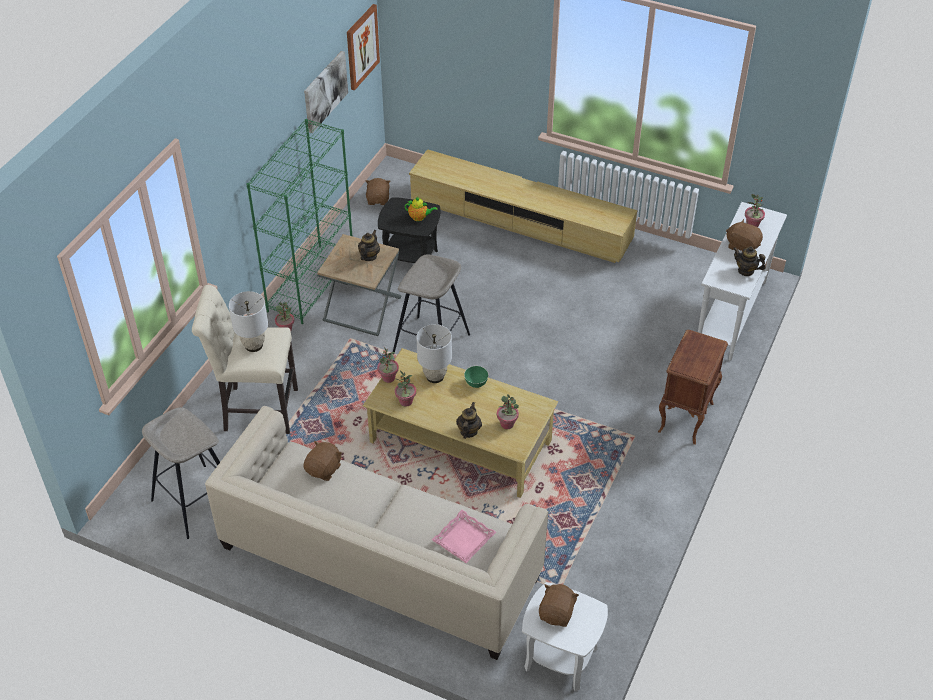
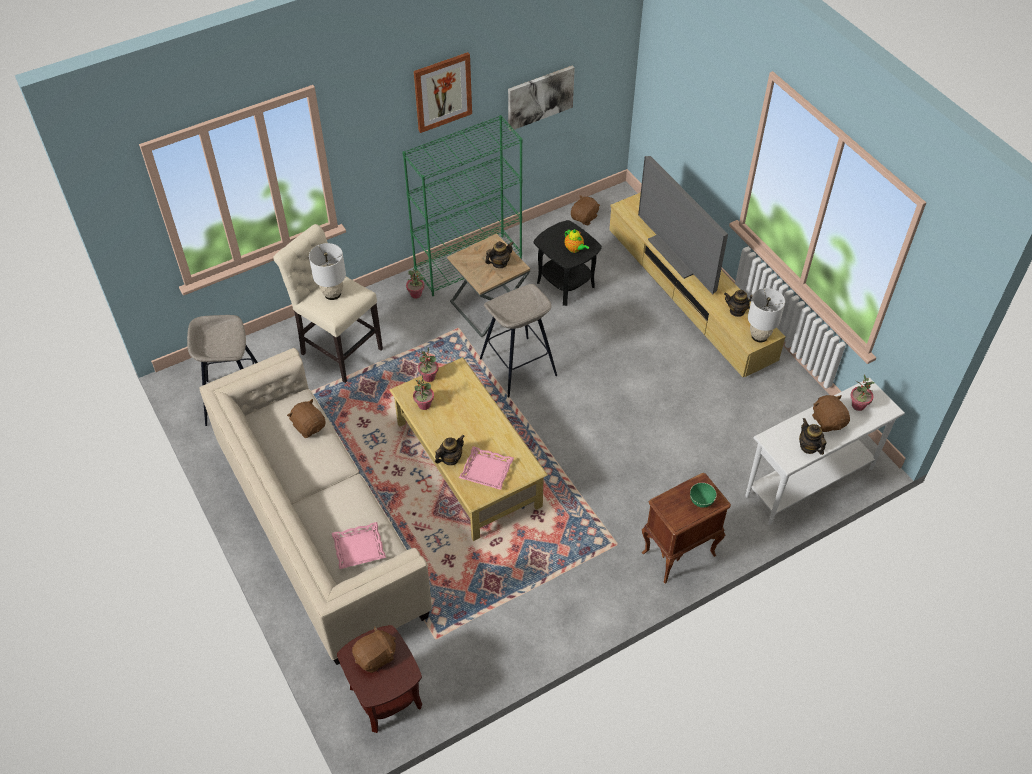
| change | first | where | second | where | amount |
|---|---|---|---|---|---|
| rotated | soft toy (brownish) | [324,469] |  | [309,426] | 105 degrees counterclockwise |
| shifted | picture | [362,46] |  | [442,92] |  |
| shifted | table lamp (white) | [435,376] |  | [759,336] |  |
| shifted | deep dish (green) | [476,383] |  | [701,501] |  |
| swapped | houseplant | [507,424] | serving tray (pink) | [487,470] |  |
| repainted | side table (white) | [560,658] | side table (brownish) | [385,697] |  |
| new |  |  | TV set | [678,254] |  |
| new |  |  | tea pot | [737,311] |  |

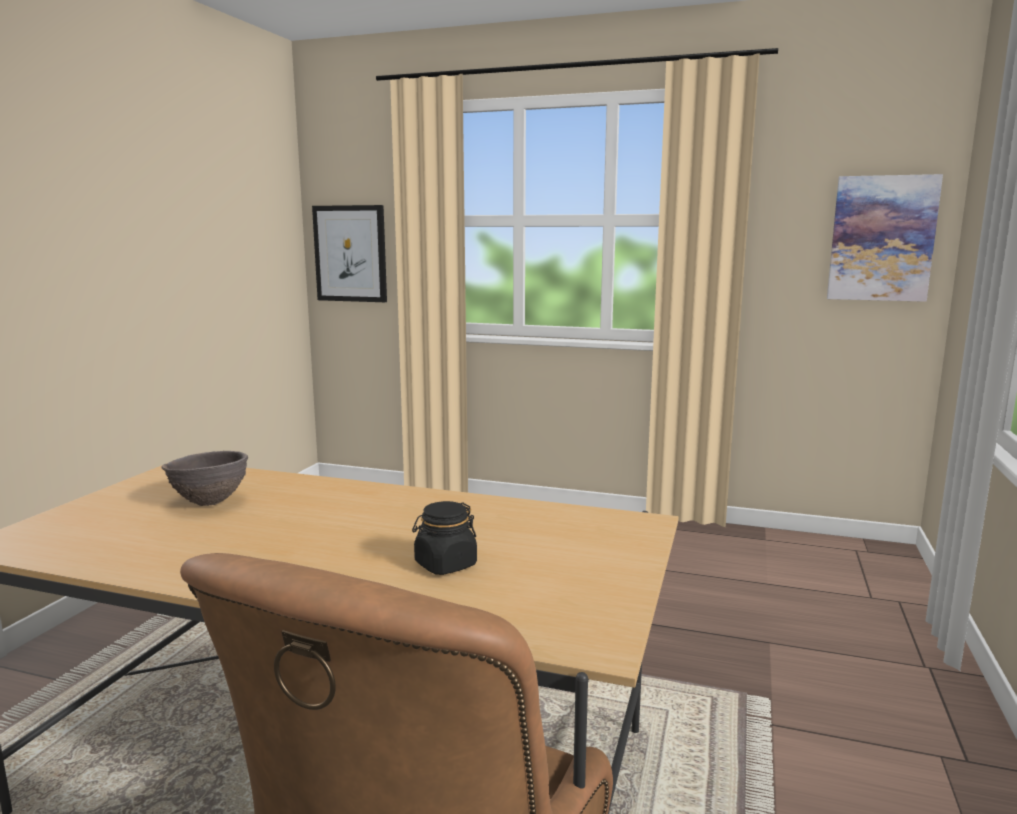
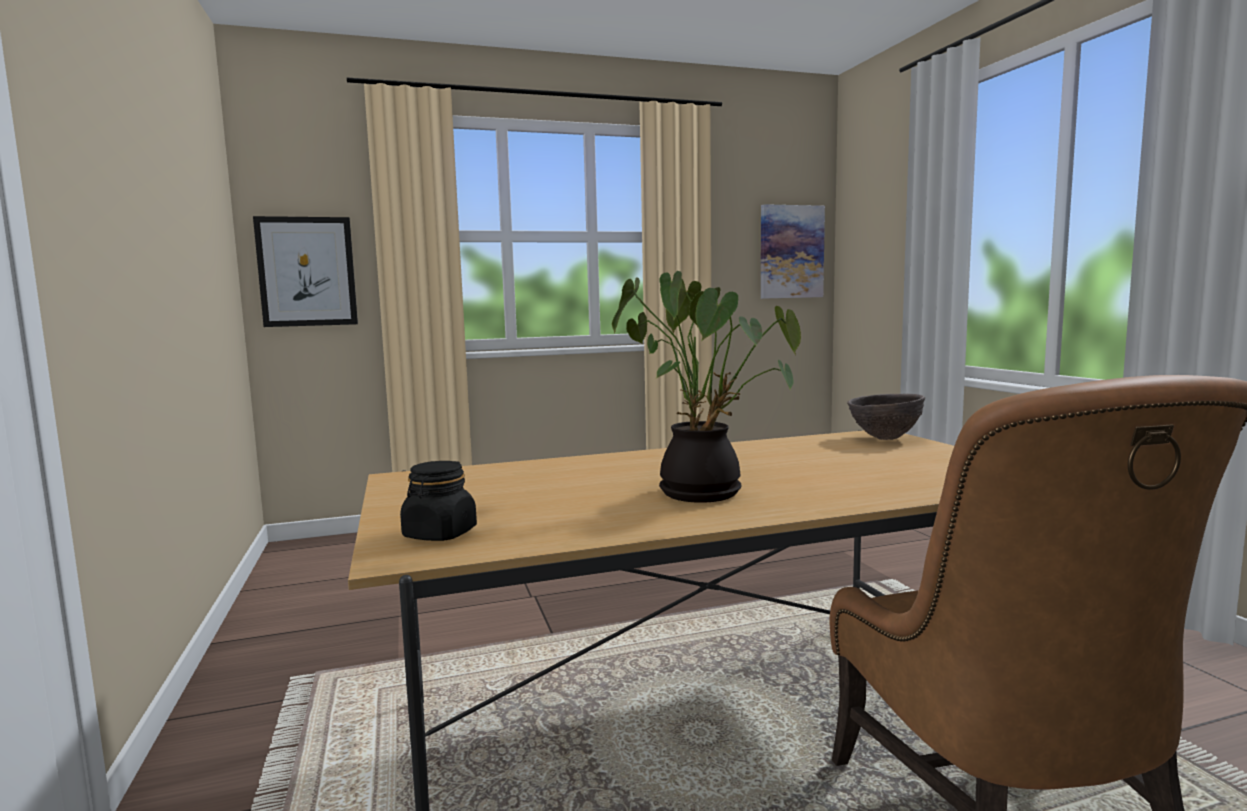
| change | first | where | second | where | amount |
|---|---|---|---|---|---|
| shifted | deep dish (brownish) | [210,503] |  | [884,439] |  |
| shifted | jar (black-coloured) | [445,565] |  | [440,534] |  |
| new |  |  | houseplant | [705,491] |  |

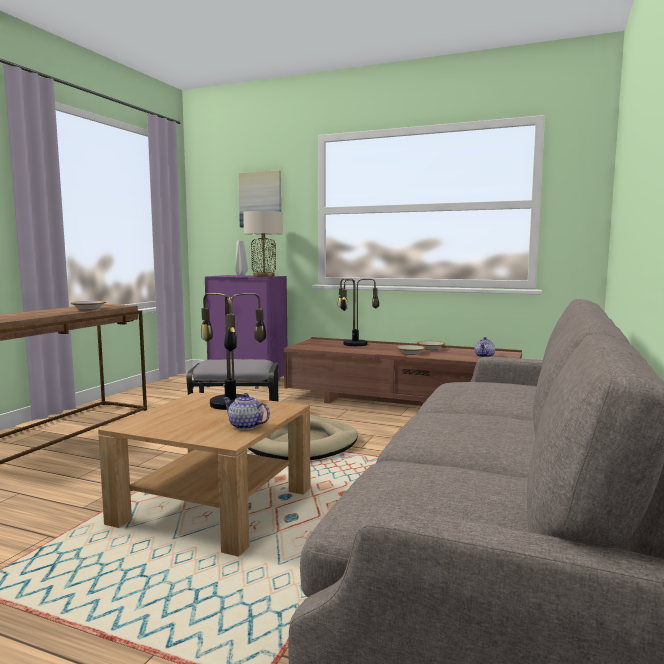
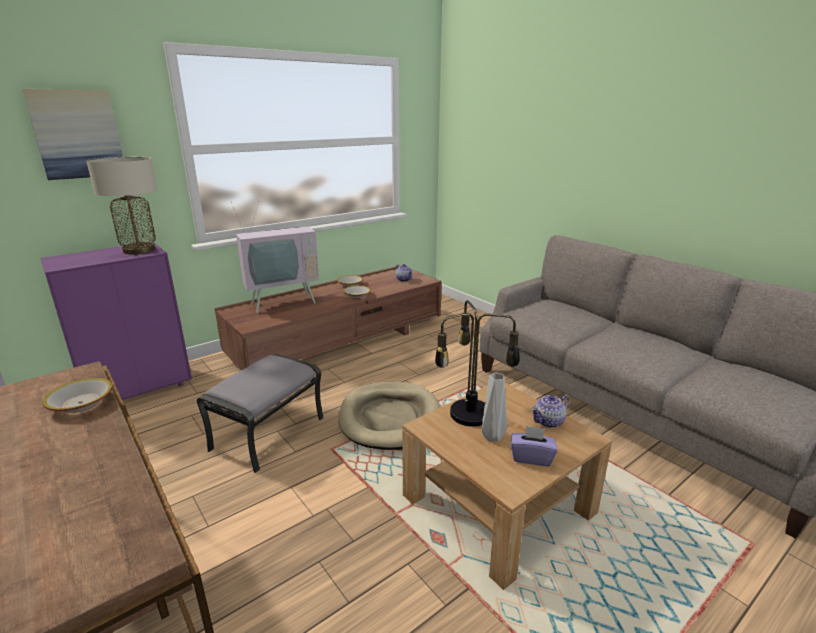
| change | first | where | second | where | amount |
|---|---|---|---|---|---|
| shifted | decorative vase (grey) | [241,275] |  | [491,436] |  |
| swapped | table lamp | [355,344] | TV set | [282,301] |  |
| new |  |  | tissue box (purple-coloured) | [531,457] |  |

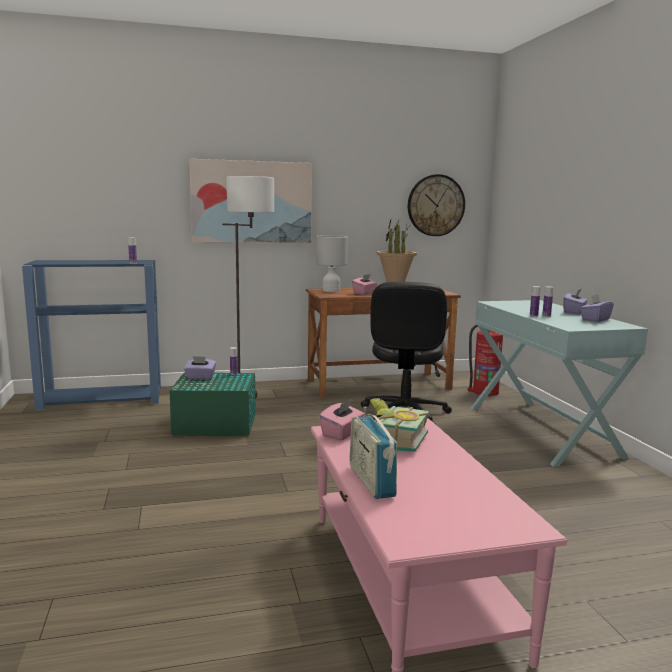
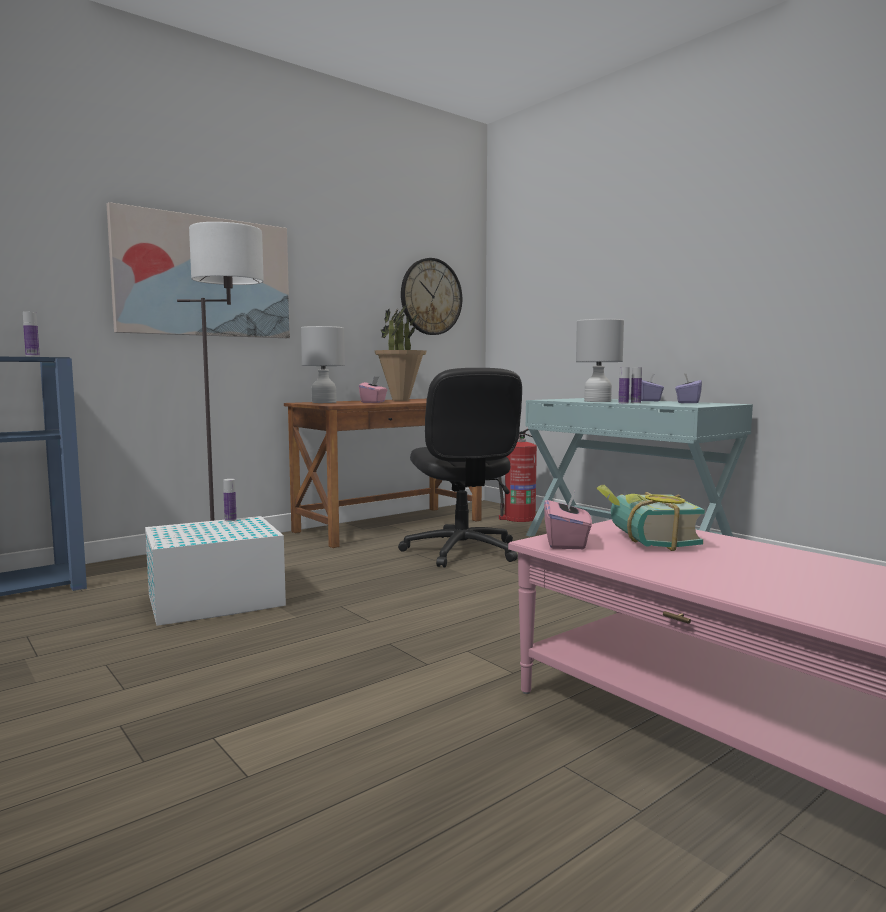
| change | first | where | second | where | amount |
|---|---|---|---|---|---|
| repainted | storage bin (green) | [214,424] | storage bin (white) | [213,600] |  |
| gone | tissue box (purple-coloured) | [200,377] |  |  |  |
| gone | radio | [371,481] |  |  |  |
| new |  |  | table lamp (grey) | [597,401] |  |

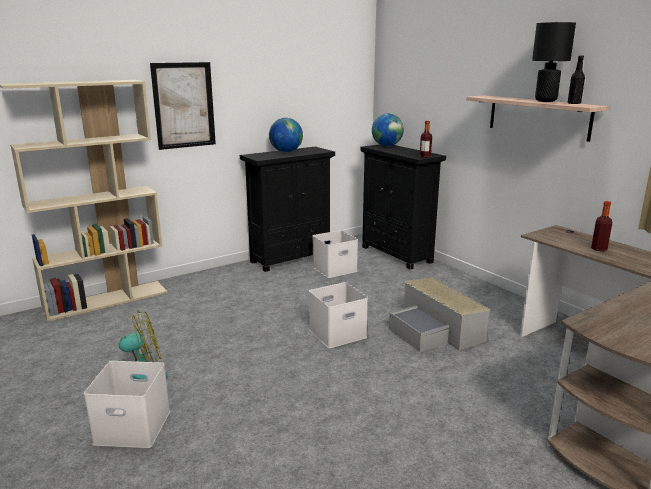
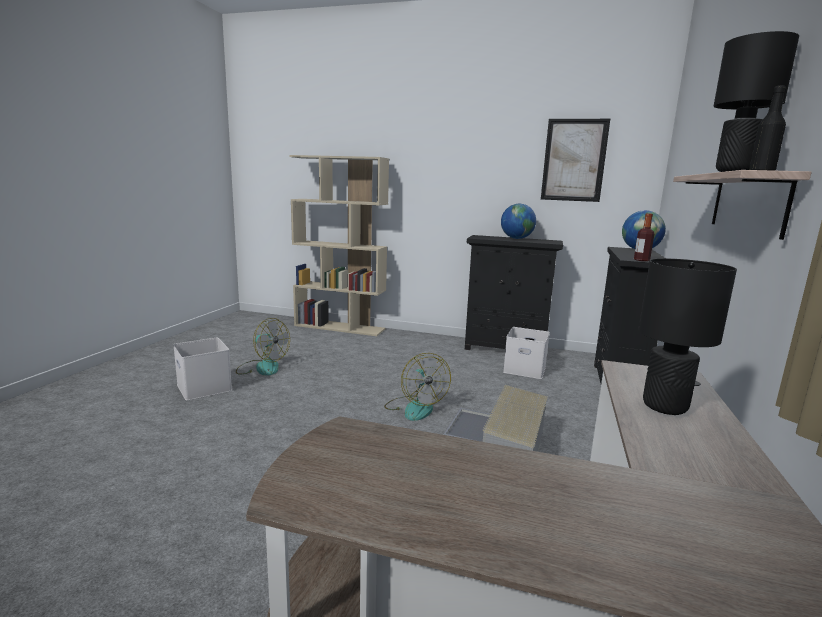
| change | first | where | second | where | amount |
|---|---|---|---|---|---|
| shifted | picture | [184,105] |  | [574,160] |  |
| swapped | storage bin (white) | [338,333] | cooling fan | [415,407] |  |
| swapped | drink bottle | [599,249] | table lamp (black-coloured) | [664,409] |  |

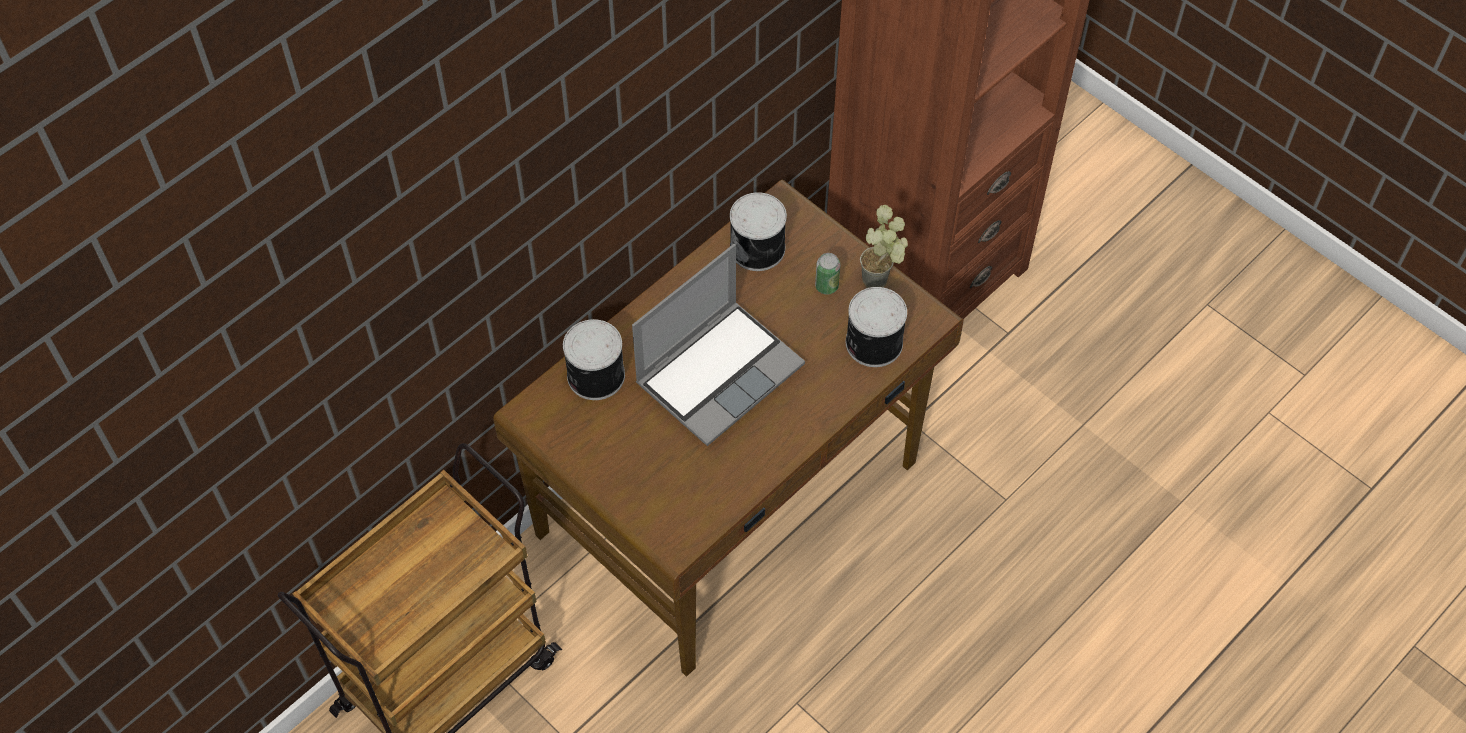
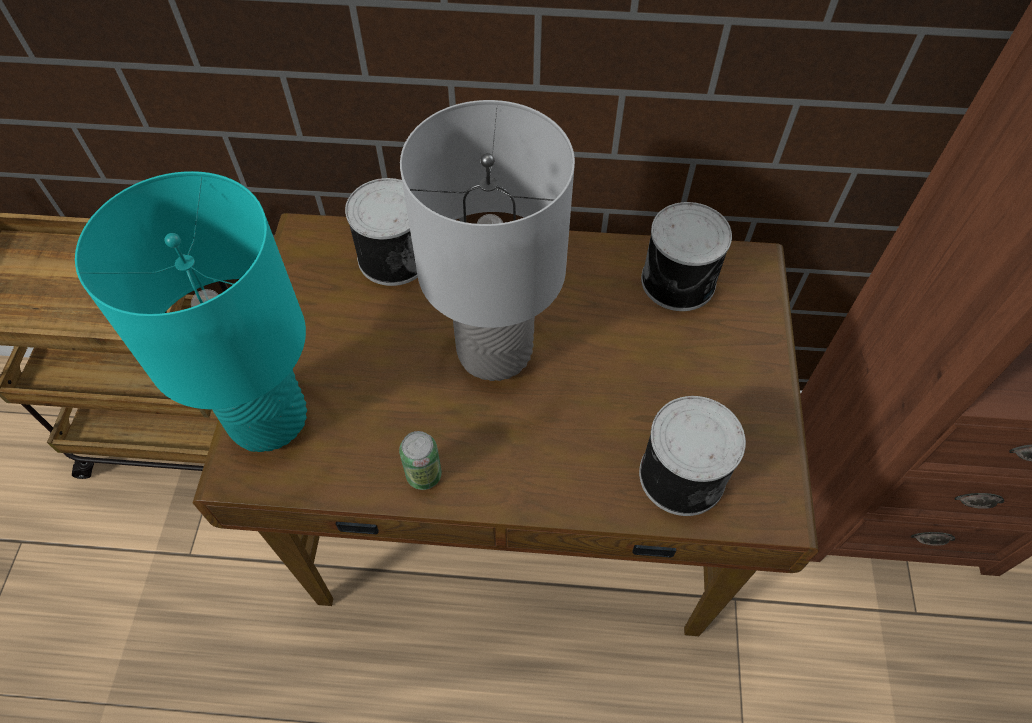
| change | first | where | second | where | amount |
|---|---|---|---|---|---|
| swapped | notebook computer | [719,372] | table lamp (grey) | [496,354] |  |
| shifted | metal can | [826,286] |  | [424,475] |  |
| gone | houseplant | [882,282] |  |  |  |
| new |  |  | table lamp (blue-green) | [269,421] |  |

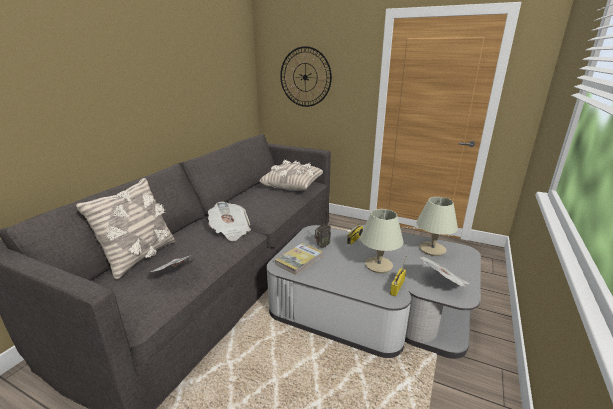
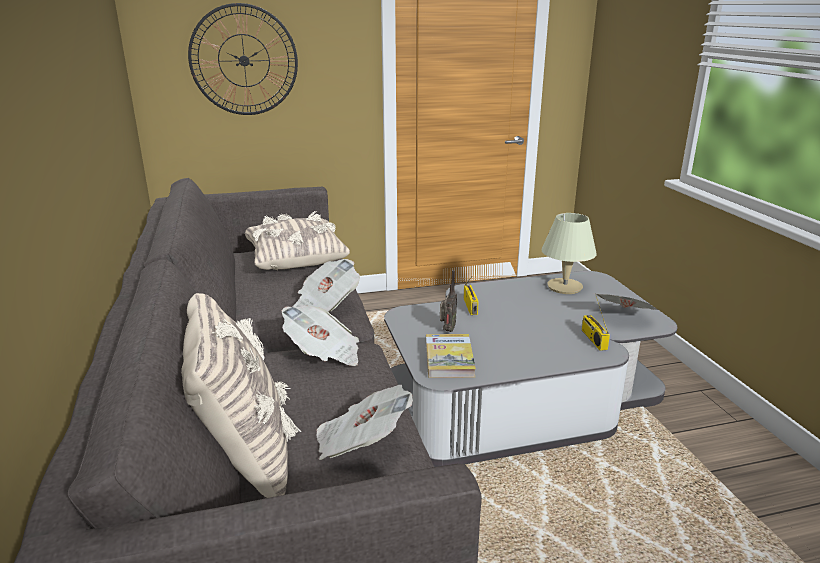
| change | first | where | second | where | amount |
|---|---|---|---|---|---|
| gone | table lamp (beige-coloured) | [378,265] |  |  |  |
| new |  |  | printed paper | [325,305] |  |

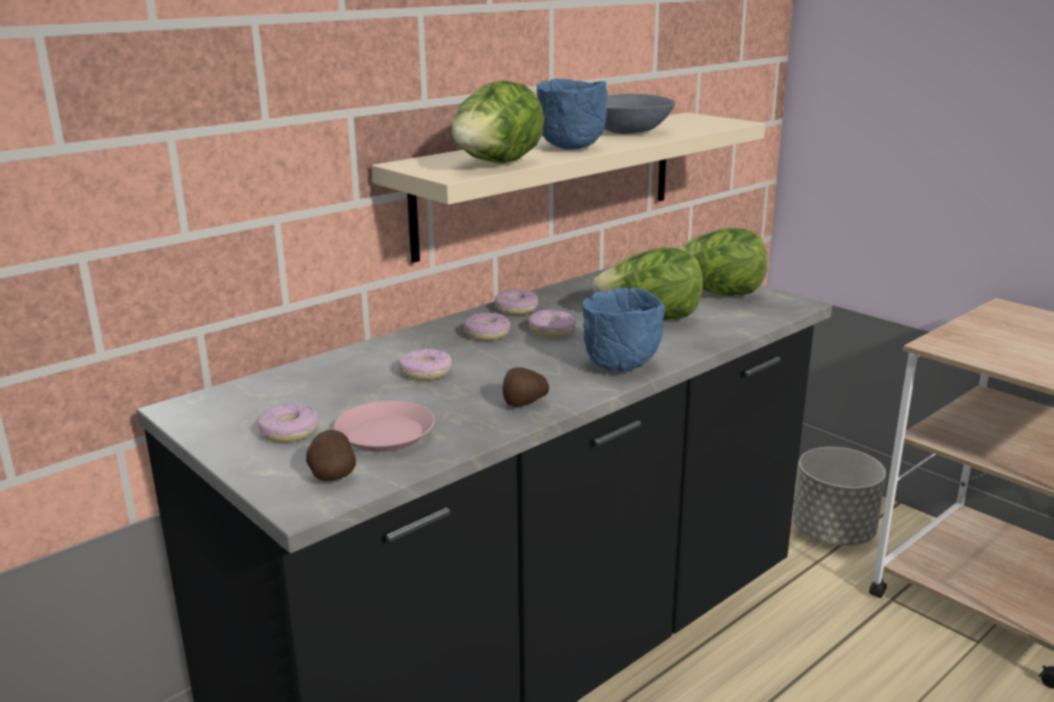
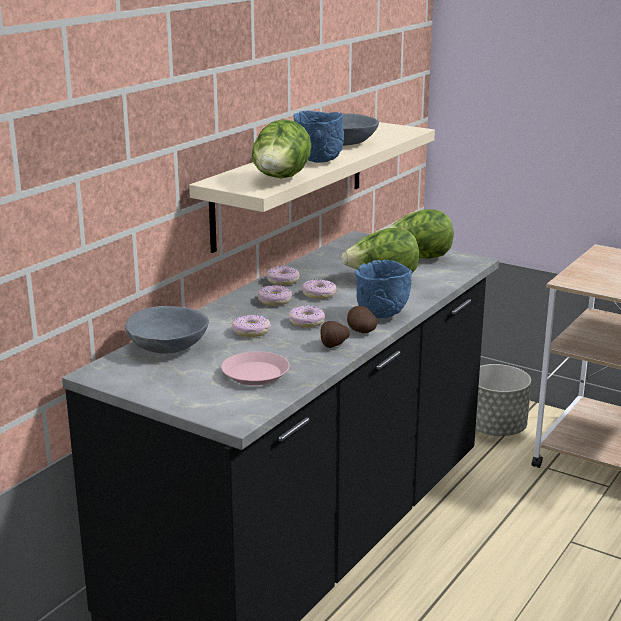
| change | first | where | second | where | amount |
|---|---|---|---|---|---|
| shifted | ring doughnut | [289,431] |  | [306,322] |  |
| shifted | whole potato | [332,474] |  | [360,331] |  |
| new |  |  | deep dish (grey) | [169,346] |  |

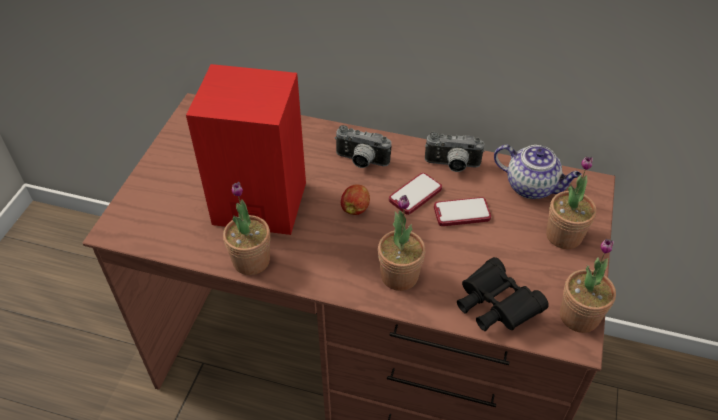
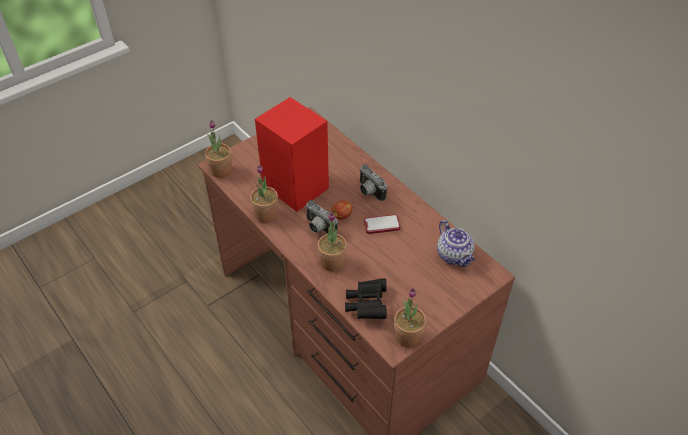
| change | first | where | second | where | amount |
|---|---|---|---|---|---|
| shifted | still camera | [452,166] |  | [318,228] |  |
| gone | phone | [461,213] |  |  |  |
| shifted | houseplant | [564,236] |  | [221,170] |  |

